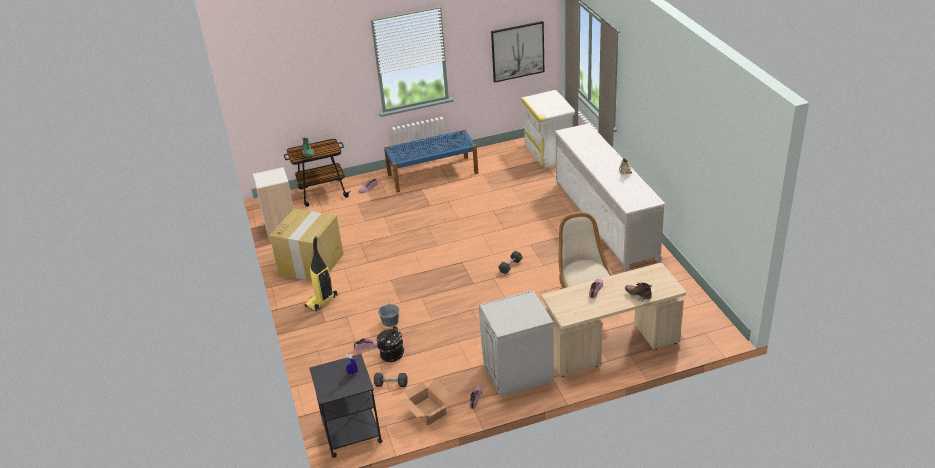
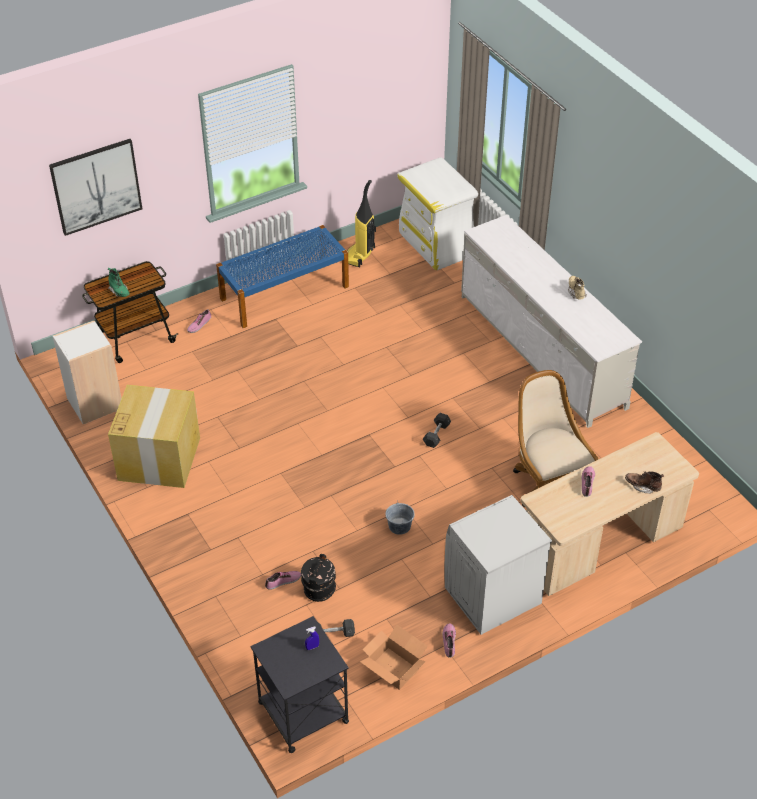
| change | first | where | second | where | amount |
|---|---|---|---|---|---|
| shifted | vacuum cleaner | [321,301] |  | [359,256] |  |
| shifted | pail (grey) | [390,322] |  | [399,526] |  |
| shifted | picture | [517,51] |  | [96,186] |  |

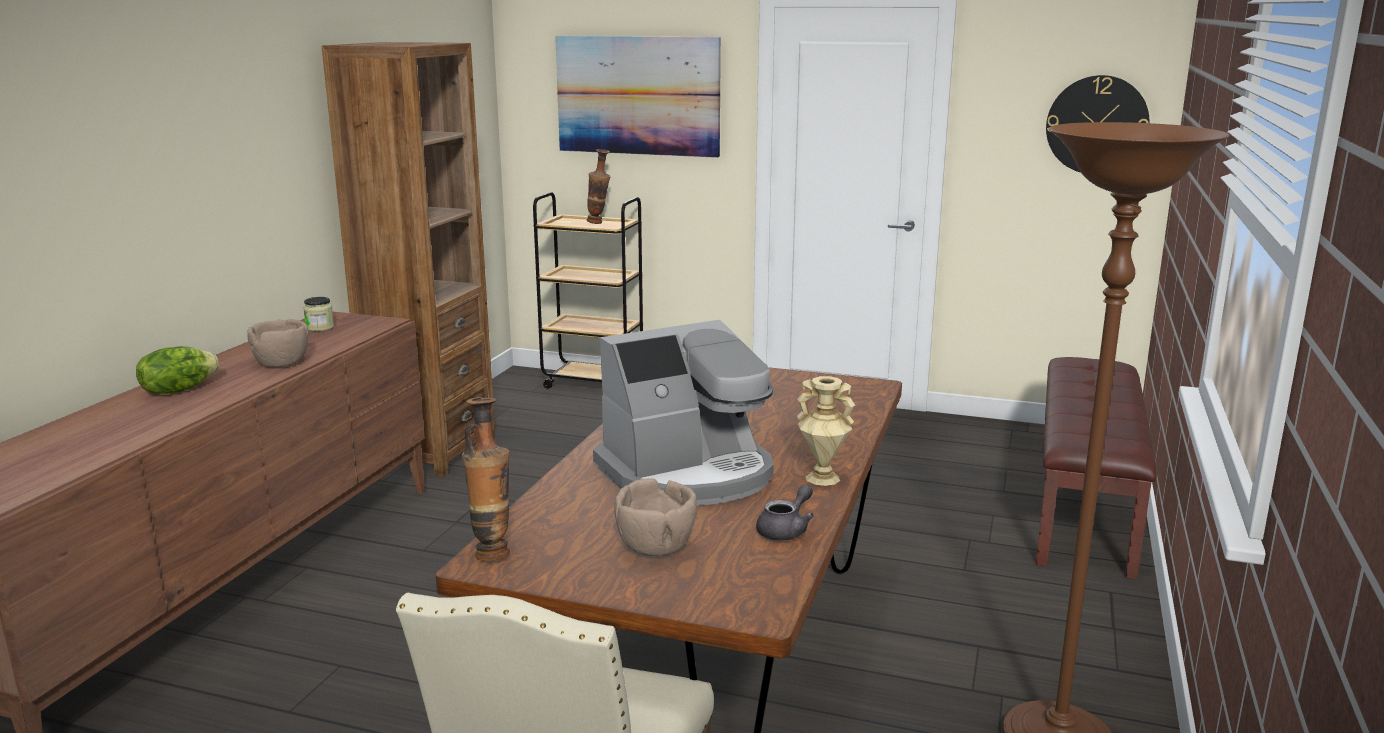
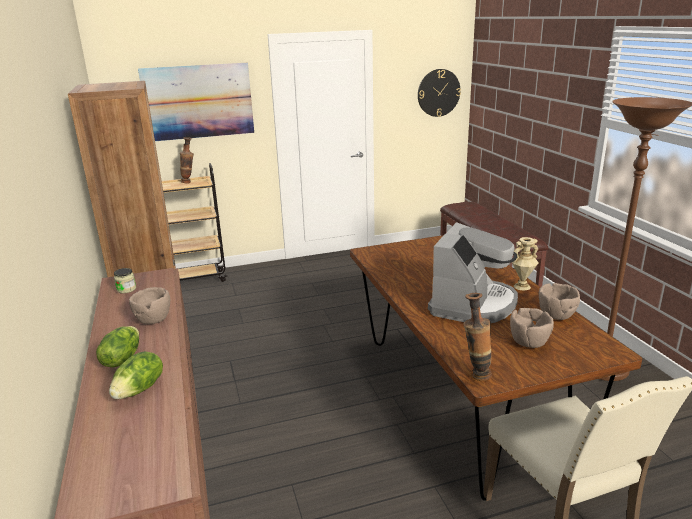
| change | first | where | second | where | amount |
|---|---|---|---|---|---|
| swapped | tea pot (grey) | [786,530] | deep dish (brownish) | [555,314] |  |
| new |  |  | head of lettuce | [140,389] |  |

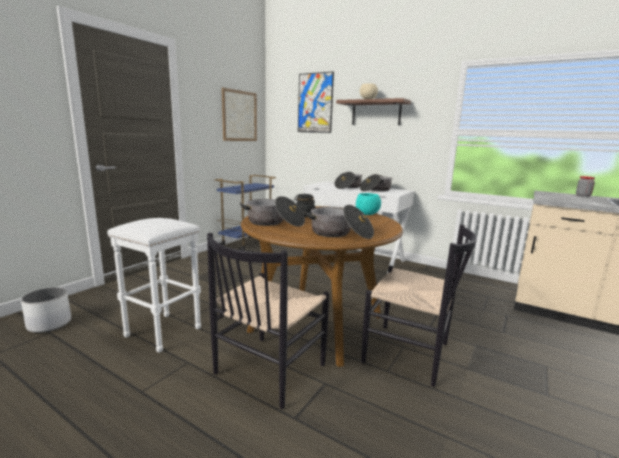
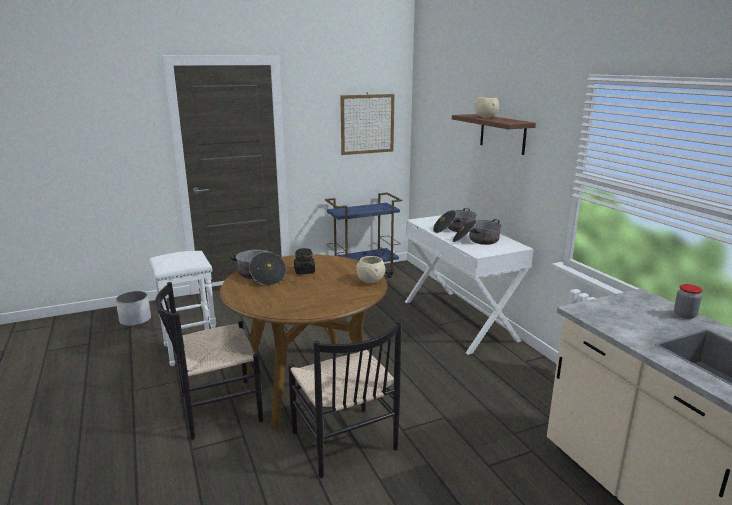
| change | first | where | second | where | amount |
|---|---|---|---|---|---|
| gone | picture | [315,103] |  |  |  |
| gone | saucepot | [340,233] |  |  |  |
| repainted | deep dish (blue-green) | [367,214] | deep dish (beige-coloured) | [371,281] |  |

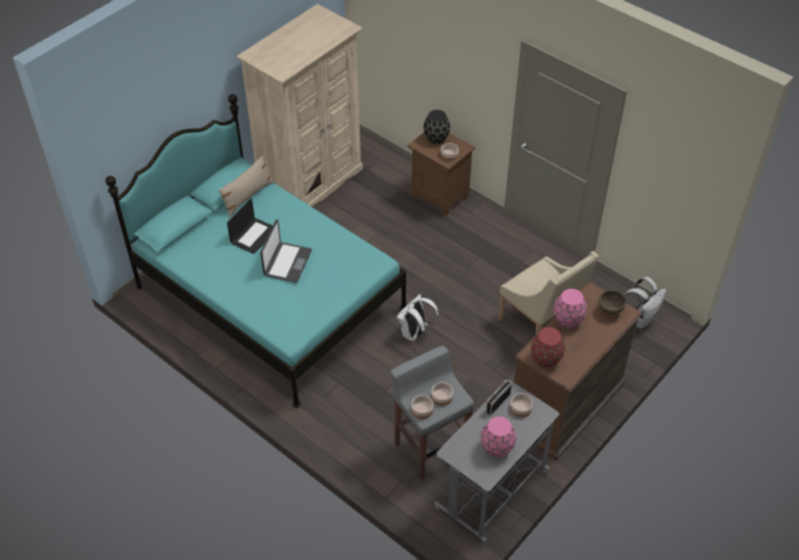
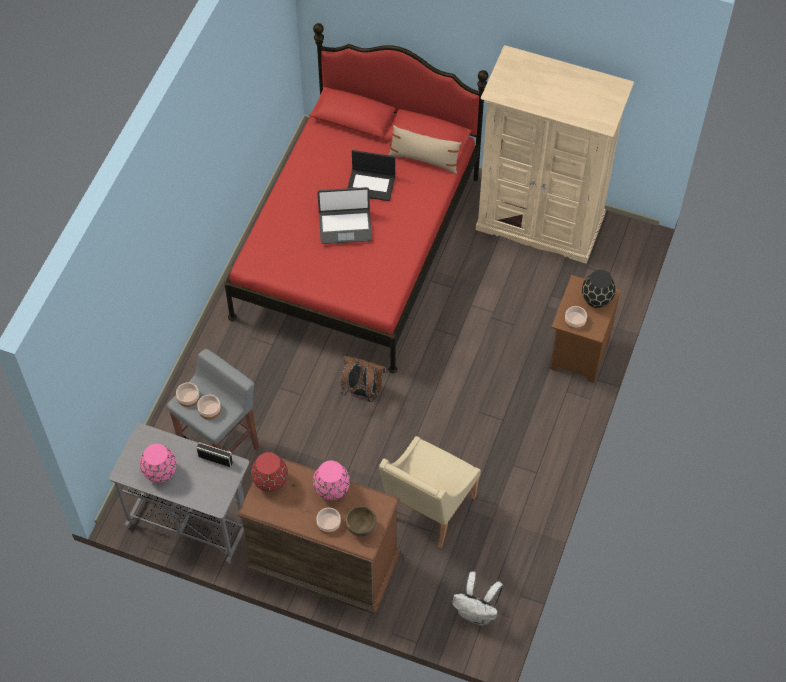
| change | first | where | second | where | amount |
|---|---|---|---|---|---|
| repainted | sleeping bed (blue-green) | [270,297] | sleeping bed (red) | [357,246] |  |
| repainted | knapsack (white) | [415,334] | knapsack (brownish) | [362,391] |  |
| shifted | deep dish | [520,408] |  | [329,522] |  |

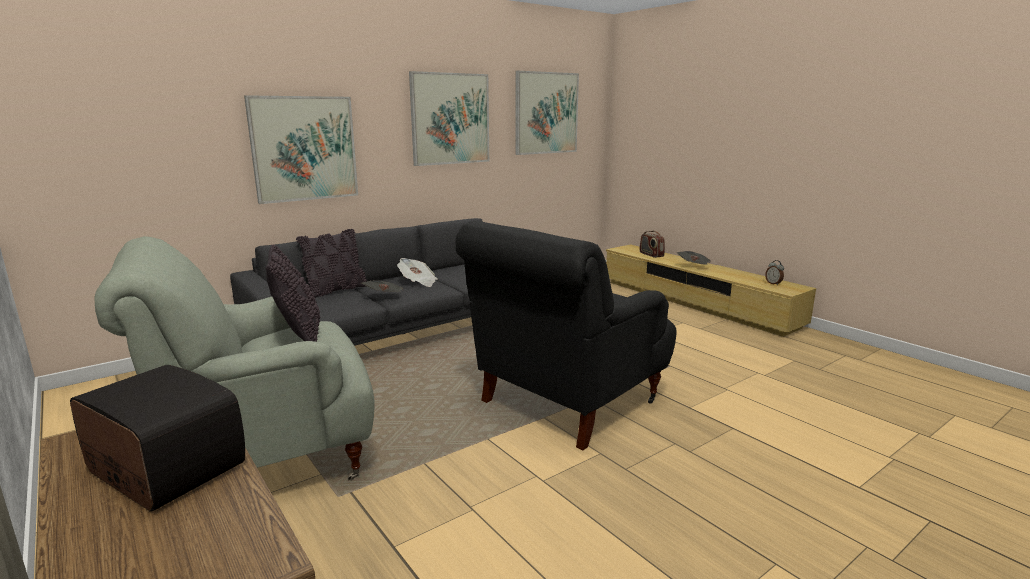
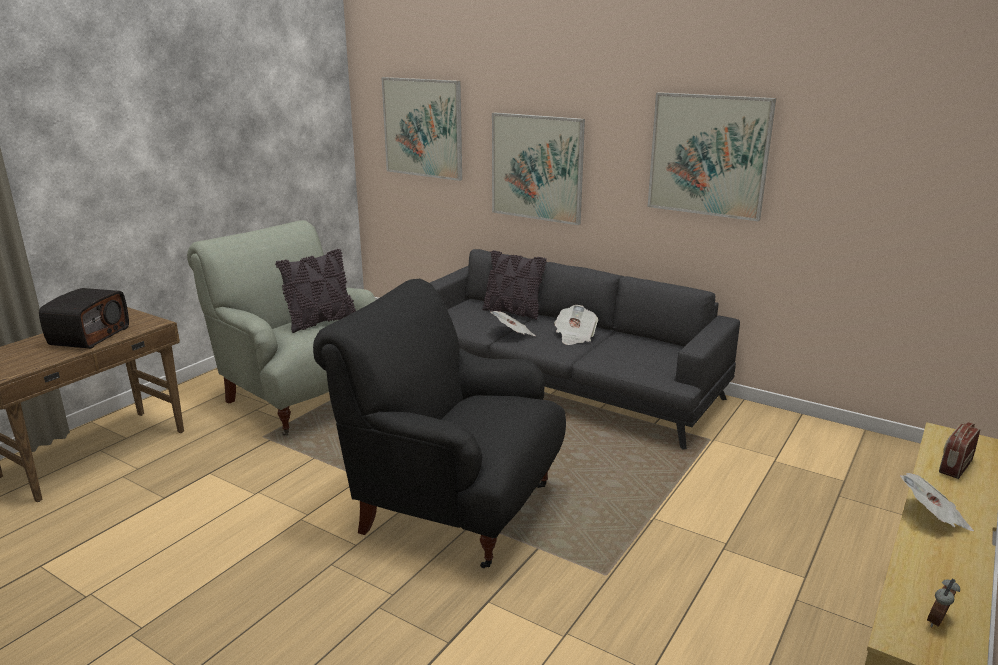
| change | first | where | second | where | amount |
|---|---|---|---|---|---|
| shifted | picture | [546,113] |  | [423,128] |  |

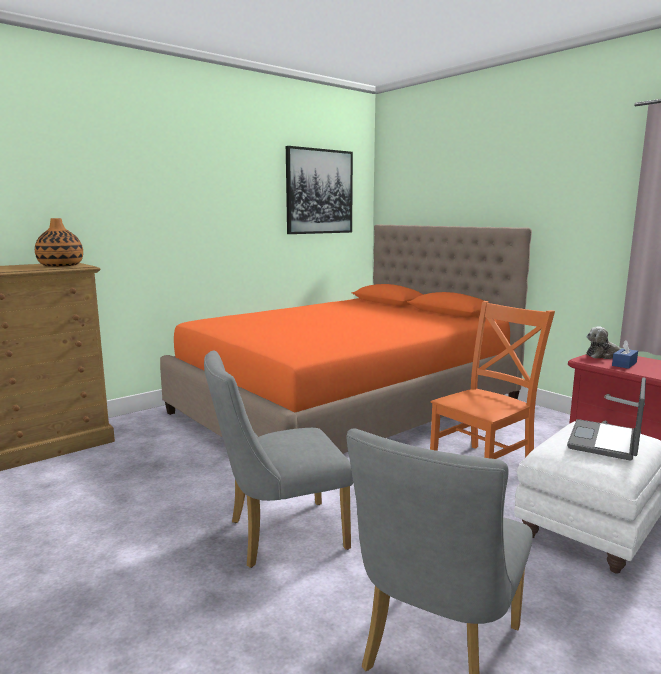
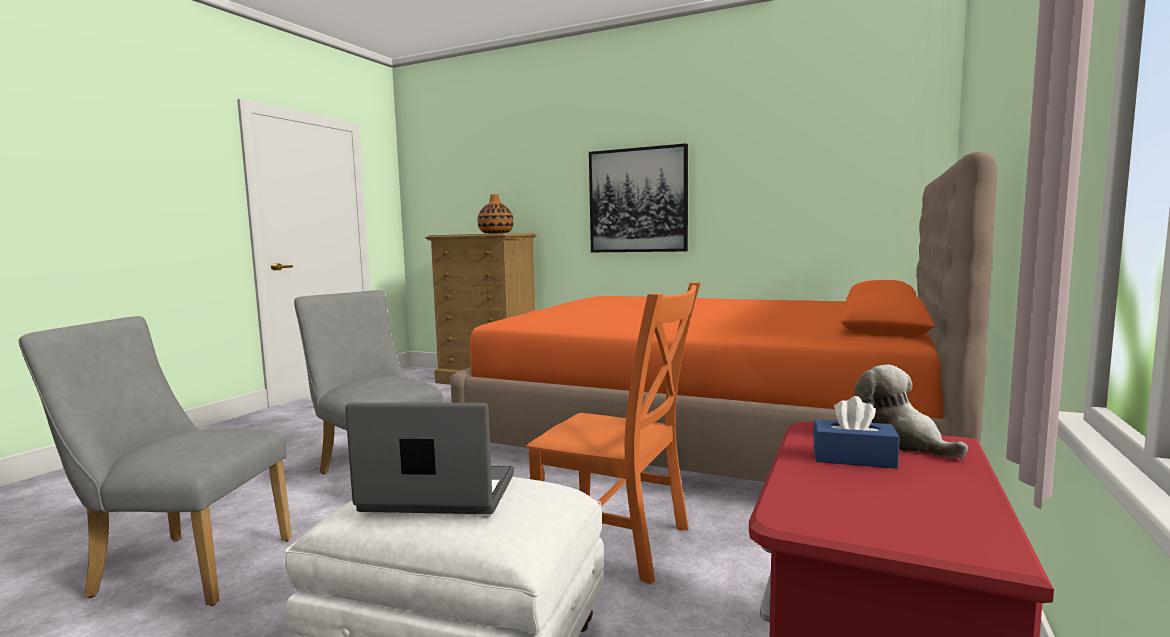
| change | first | where | second | where | amount |
|---|---|---|---|---|---|
| shifted | picture | [319,191] |  | [638,200] |  |

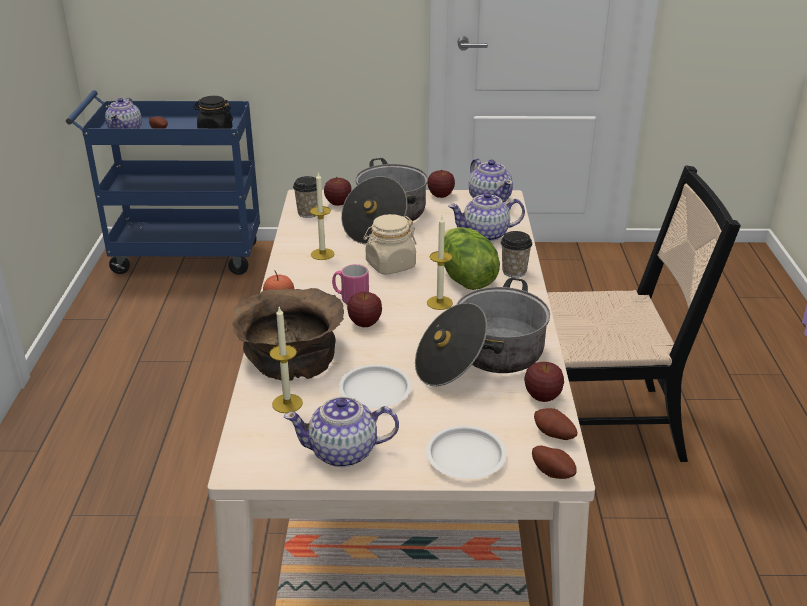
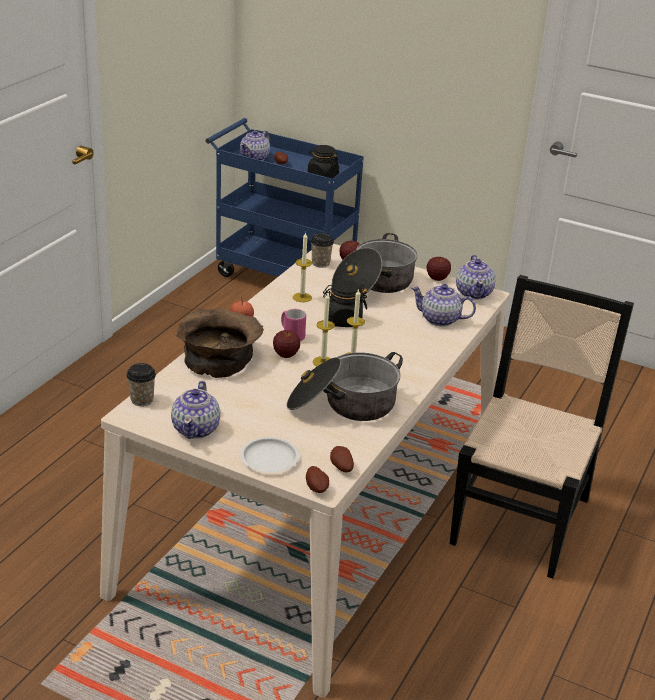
| change | first | where | second | where | amount |
|---|---|---|---|---|---|
| shifted | candle | [287,403] |  | [323,362] |  |
| rotated | tea pot | [344,452] |  | [196,429] | 105 degrees counterclockwise |
| gone | plate (white) | [375,391] |  |  |  |
| repainted | jar (beige-coloured) | [390,265] | jar (black-coloured) | [343,320] |  |
| gone | head of lettuce | [465,279] |  |  |  |
| shifted | small cup | [514,272] |  | [142,400] |  |
| gone | apple fruit | [542,396] |  |  |  |
| rotated | plain chair | [598,425] |  | [520,521] | 90 degrees counterclockwise |

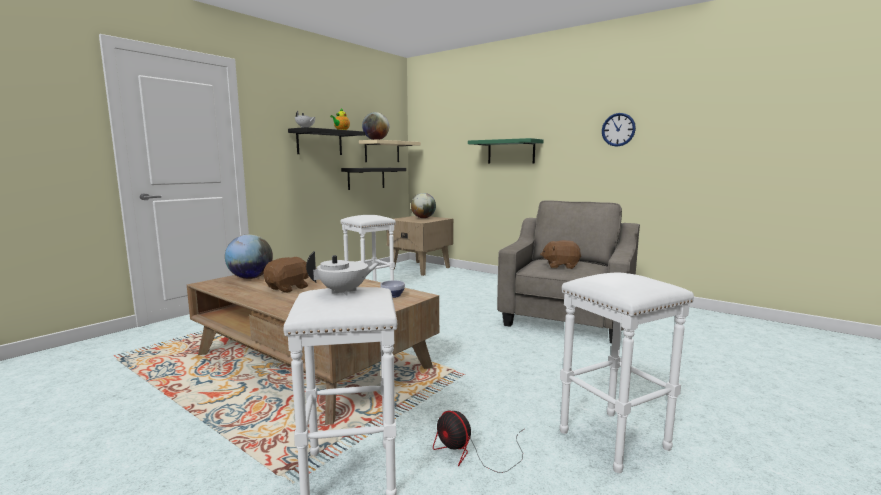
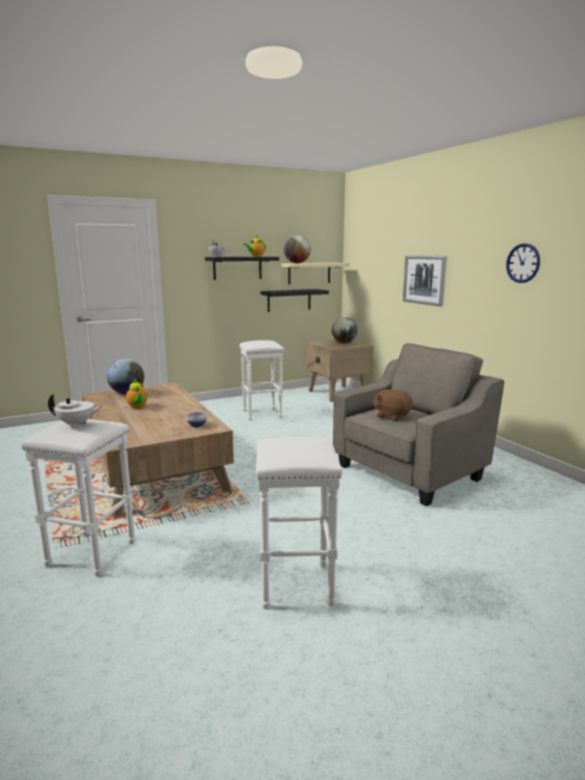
| change | first | where | second | where | amount |
|---|---|---|---|---|---|
| swapped | soft toy (brownish) | [288,288] | tea pot | [137,407] |  |
| gone | cooling fan | [473,454] |  |  |  |
| swapped | shelf (green) | [511,151] | picture | [424,279] |  |

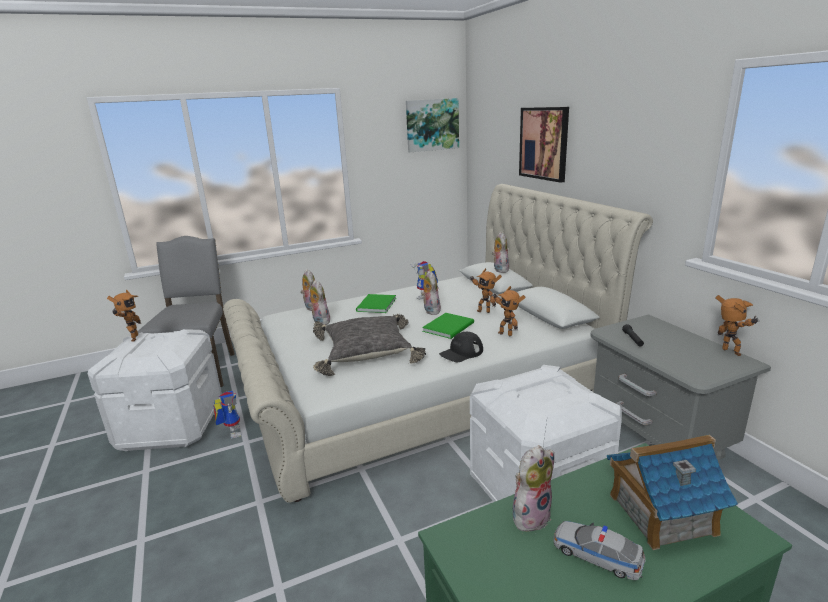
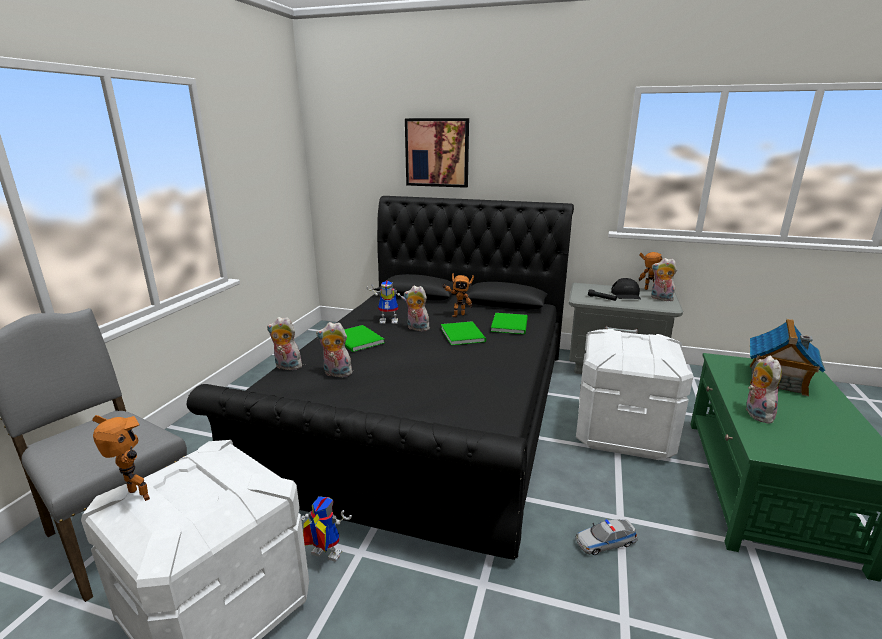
| change | first | where | second | where | amount |
|---|---|---|---|---|---|
| repainted | sleeping bed (beige-coloured) | [422,385] | sleeping bed (black-coloured) | [428,408] |  |
| gone | cushion | [366,349] |  |  |  |
| gone | picture | [432,125] |  |  |  |
| shifted | cap (black-coloured) | [461,352] |  | [626,295] |  |
| shifted | soft toy | [499,270] |  | [660,298] |  |
| swapped | toy robot | [506,333] | book (green) | [510,324] |  |
| shifted | model car | [597,555] |  | [605,542] |  |

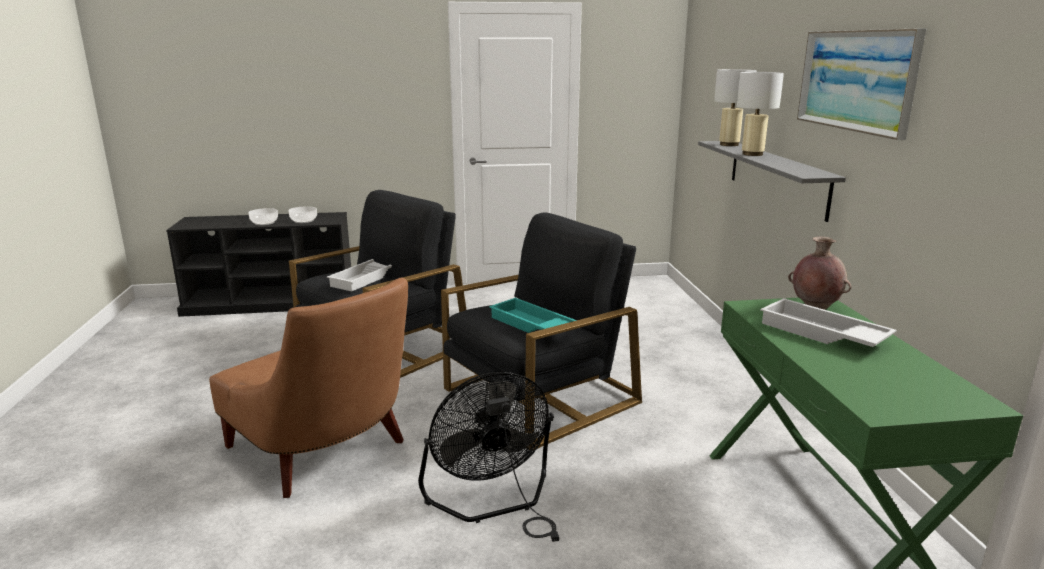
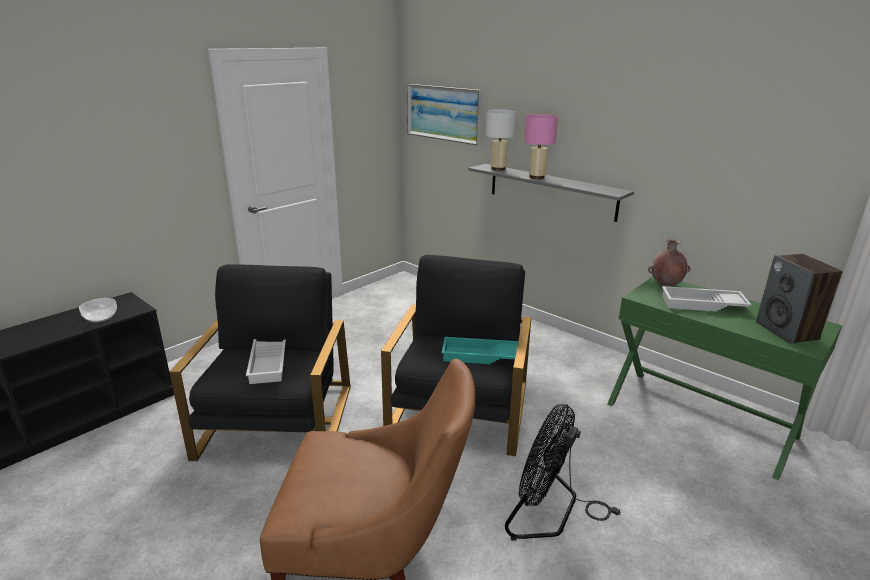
| change | first | where | second | where | amount |
|---|---|---|---|---|---|
| gone | deep dish | [264,222] |  |  |  |
| repainted | table lamp (white) | [752,154] | table lamp (pink) | [537,177] |  |
| shifted | picture | [856,80] |  | [443,113] |  |
| new |  |  | audio speaker | [787,331] |  |

